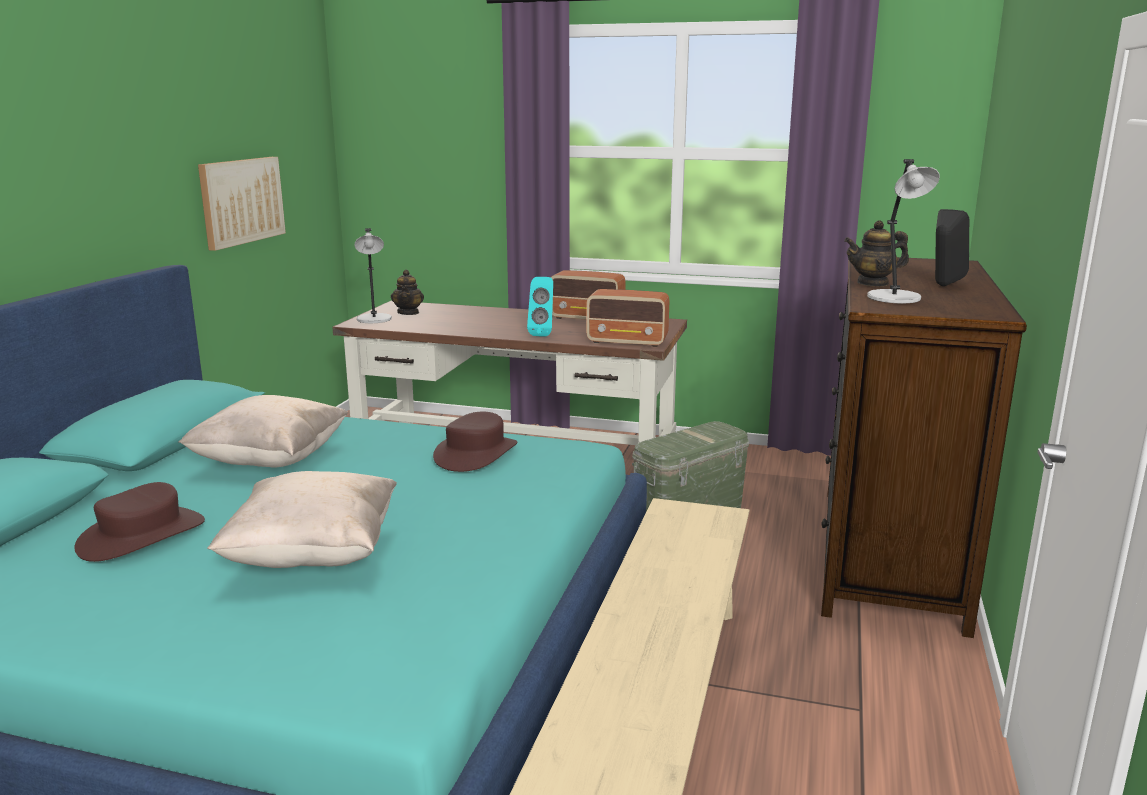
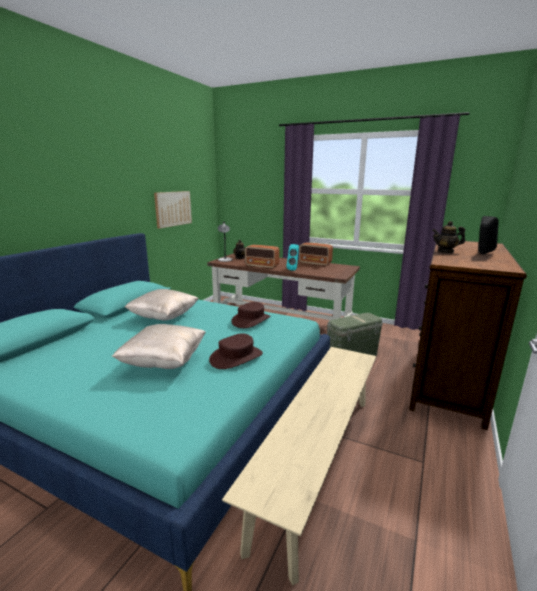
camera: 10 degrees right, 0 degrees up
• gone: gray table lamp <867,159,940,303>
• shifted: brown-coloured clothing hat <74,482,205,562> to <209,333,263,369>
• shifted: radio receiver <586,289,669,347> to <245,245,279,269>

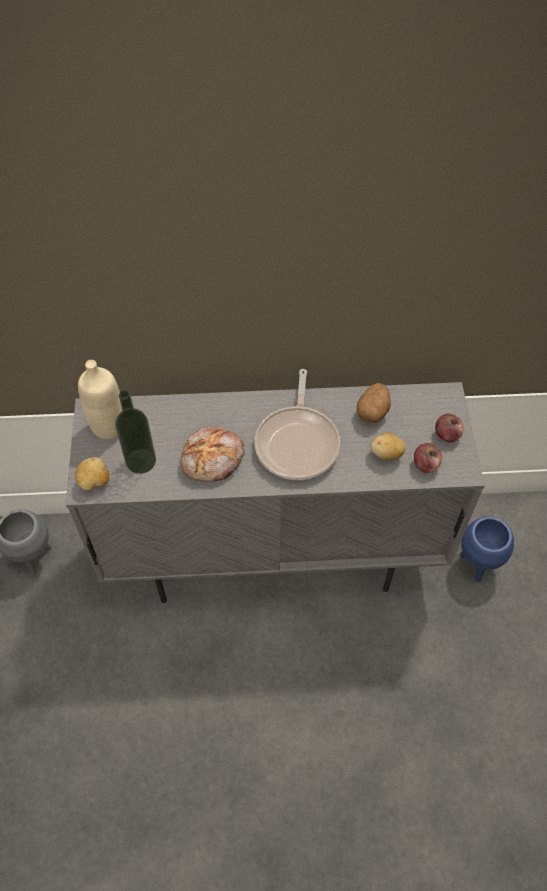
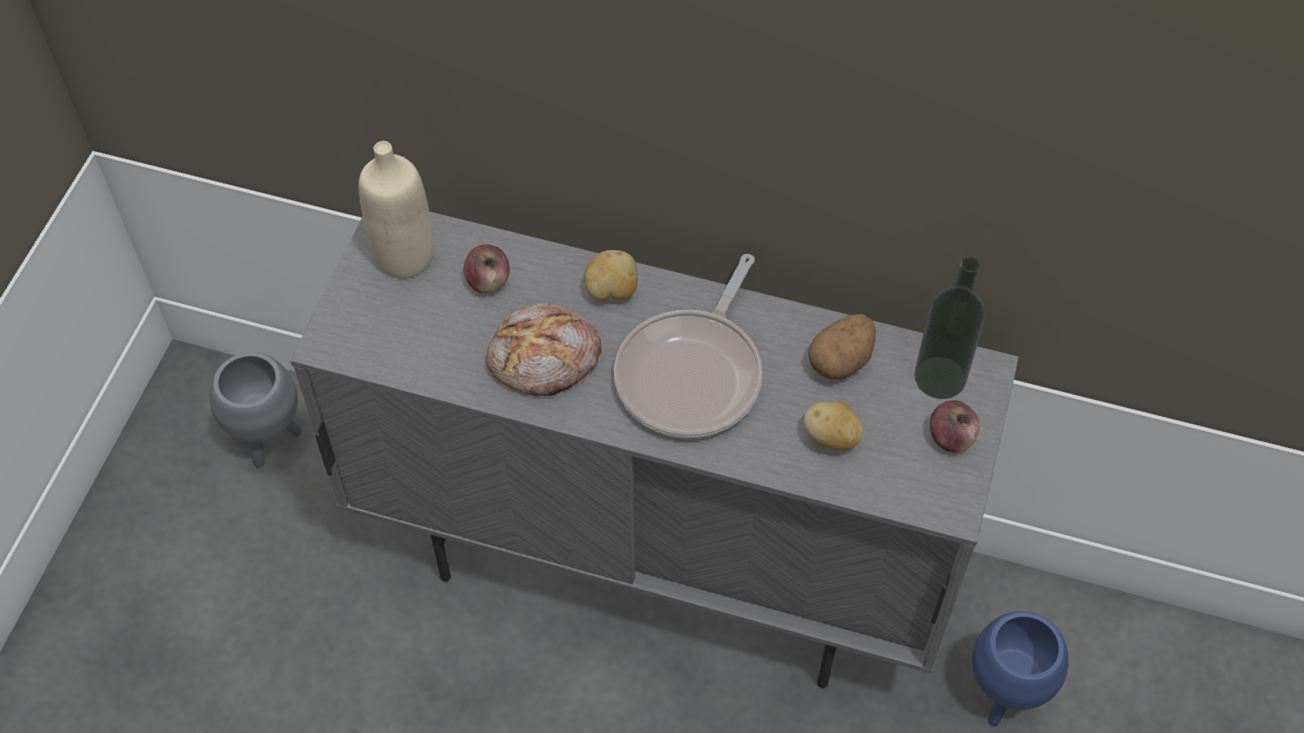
camera: 20 degrees right, 0 degrees up
• shifted: spud <75,457,109,490> to <584,250,638,301>
• shifted: bottle <115,390,156,474> to <914,257,985,399>
• shifted: apple <414,443,442,473> to <464,244,510,294>

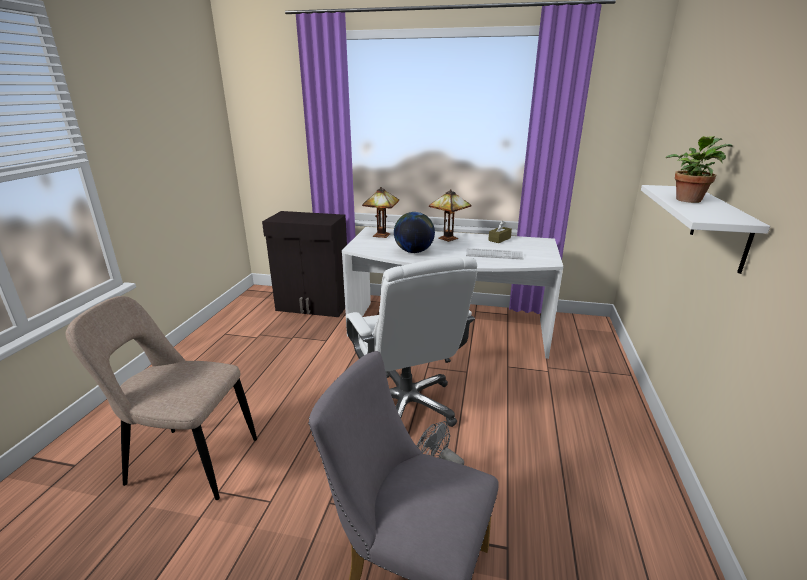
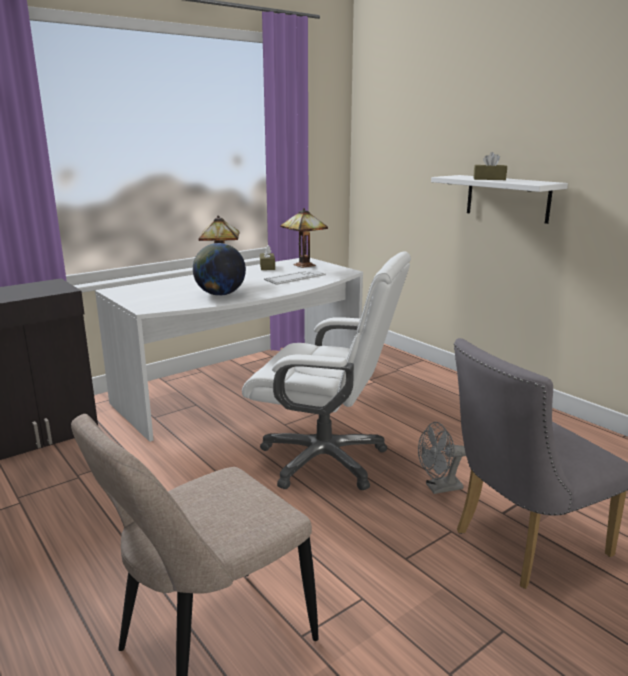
camera: 50 degrees left, 5 degrees down
• shifted: table lamp <362,187,399,238> to <280,208,328,268>
• swapped: houseplant <665,136,732,203> to brown-coloured box of tissues <473,152,507,180>

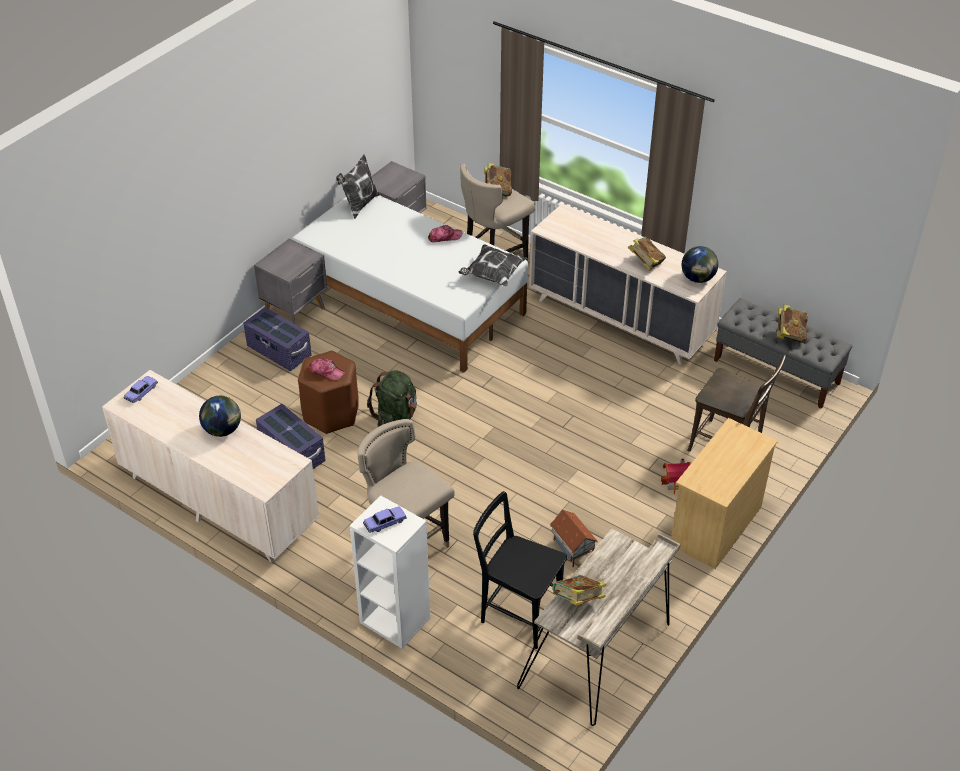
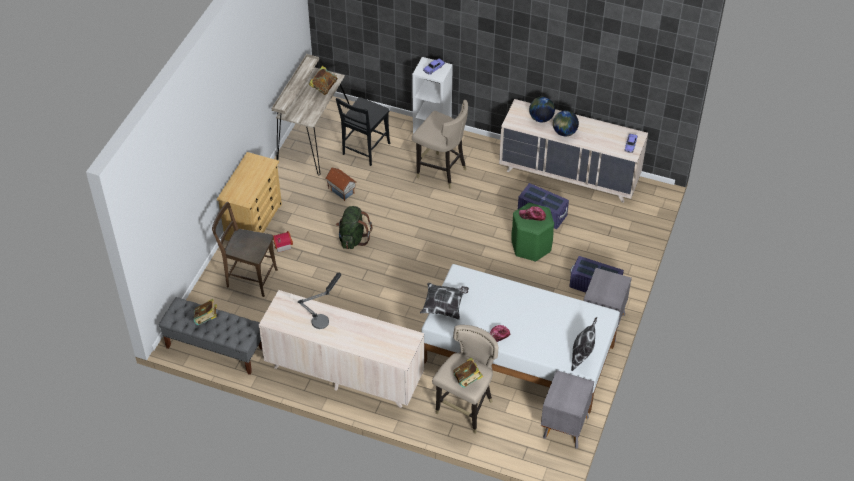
camera: 165 degrees right, 5 degrees up
• shifted: green rucksack <367,370,417,427> to <336,206,373,249>
• shifted: world globe <682,246,718,283> to <529,97,555,122>
• swapped: volume <628,237,666,270> to table lamp <298,273,341,329>
• repainted: brown-coloured sitting stool <298,351,359,434> to green sitting stool <511,203,554,262>
• rotated: blackish chair <473,491,567,649> = <336,97,390,166> 105 degrees clockwise

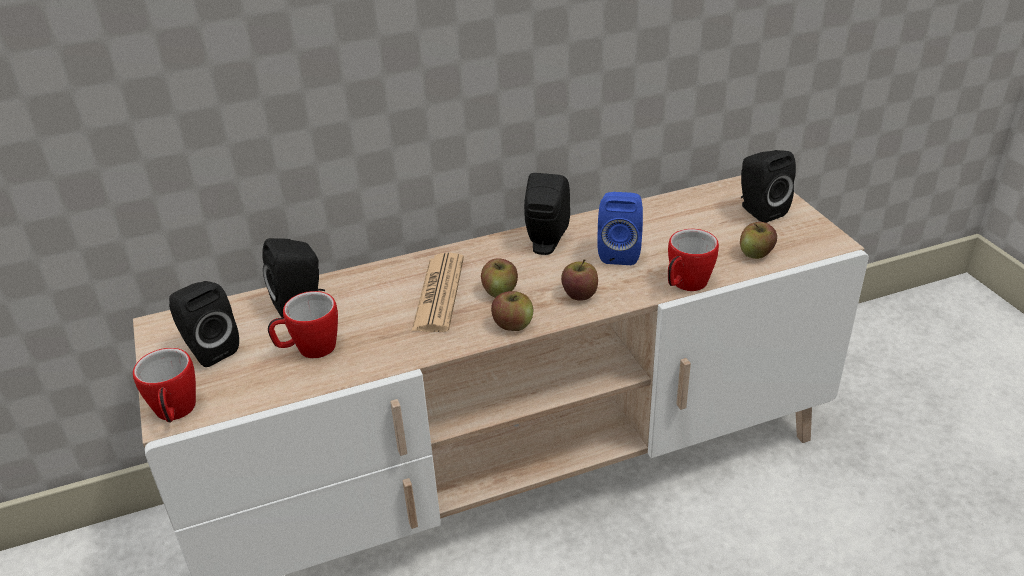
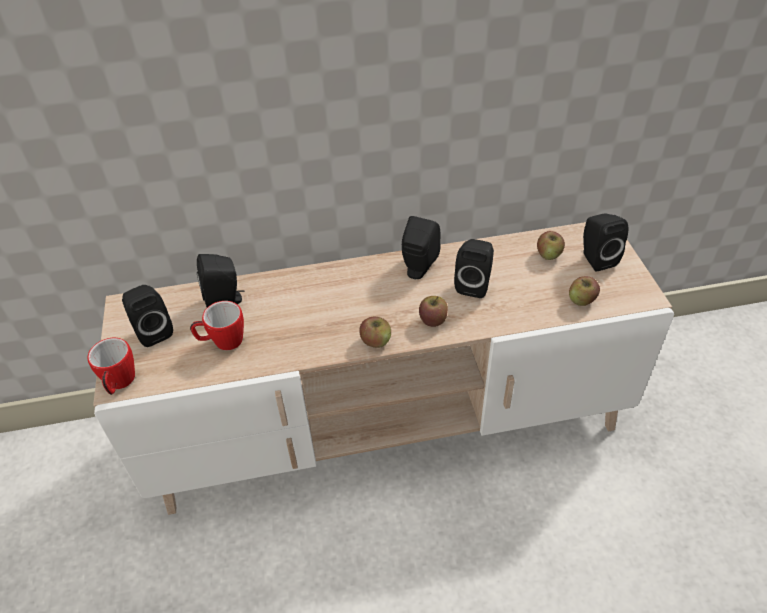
camera: 10 degrees right, 10 degrees up
• gone: printed paper <412,253,464,332>
• gone: coffee mug <668,229,719,291>
• shifted: apple <481,258,518,298> to <537,231,565,260>
• repainted: blue-coloured loudspeaker <597,192,643,265> to blackish loudspeaker <454,239,494,298>

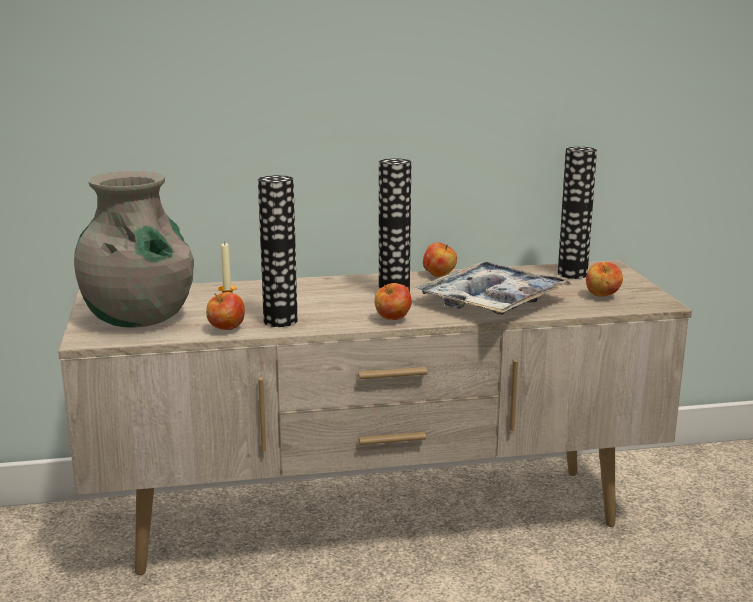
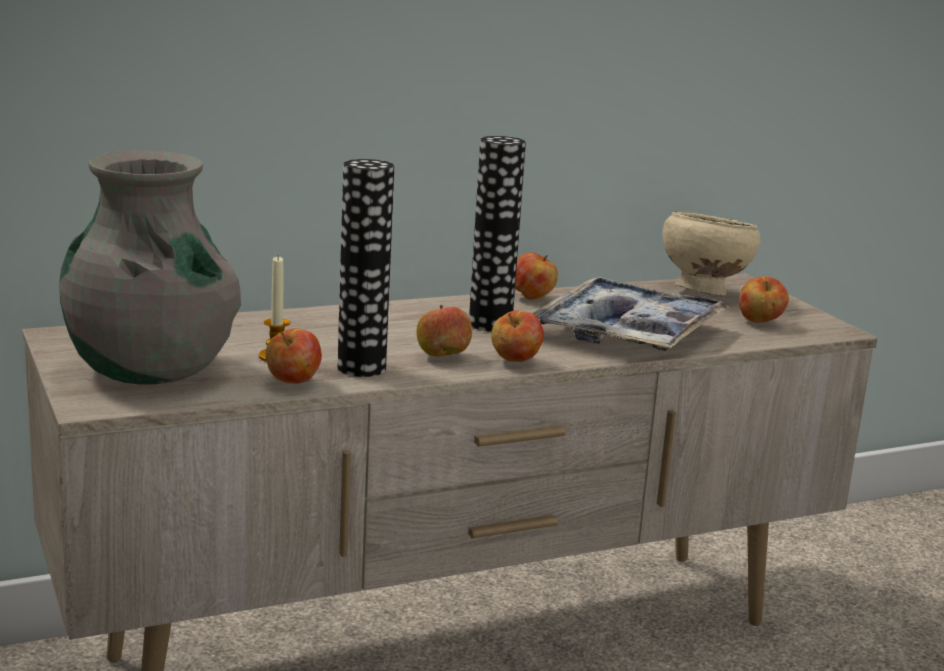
camera: 15 degrees left, 0 degrees up
• new: apple <417,305,472,357>
• swapped: decorative vase <558,147,597,279> to sand-coloured serving bowl <662,211,761,296>

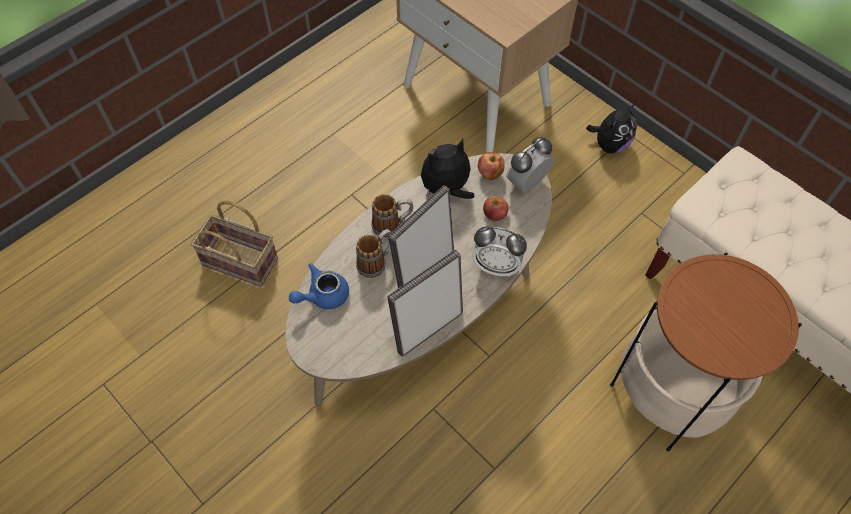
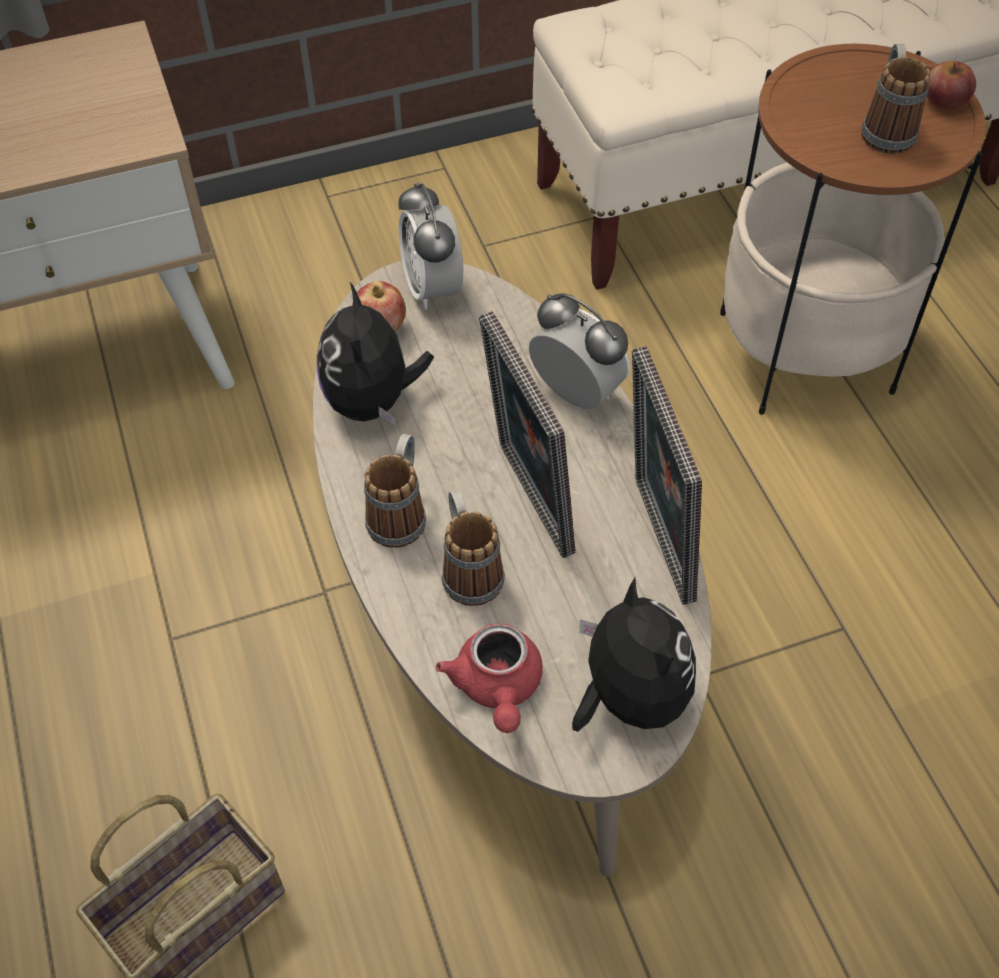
camera: 65 degrees left, 5 degrees down
• new: coffee mug <861,44,930,154>
• shifted: apple <483,196,509,221> to <927,61,976,110>
• shifted: soft toy <586,104,637,154> to <572,577,696,732>
• repainted: blue-coloured tea pot <289,263,349,309> to red-coloured tea pot <435,624,543,733>
• rotated: alarm clock <472,227,527,277> = <529,293,630,409> 90 degrees counterclockwise

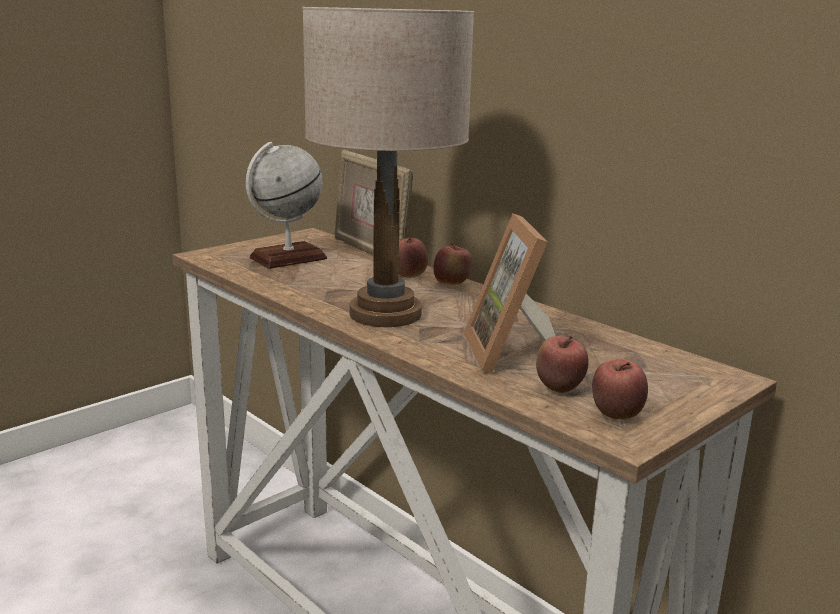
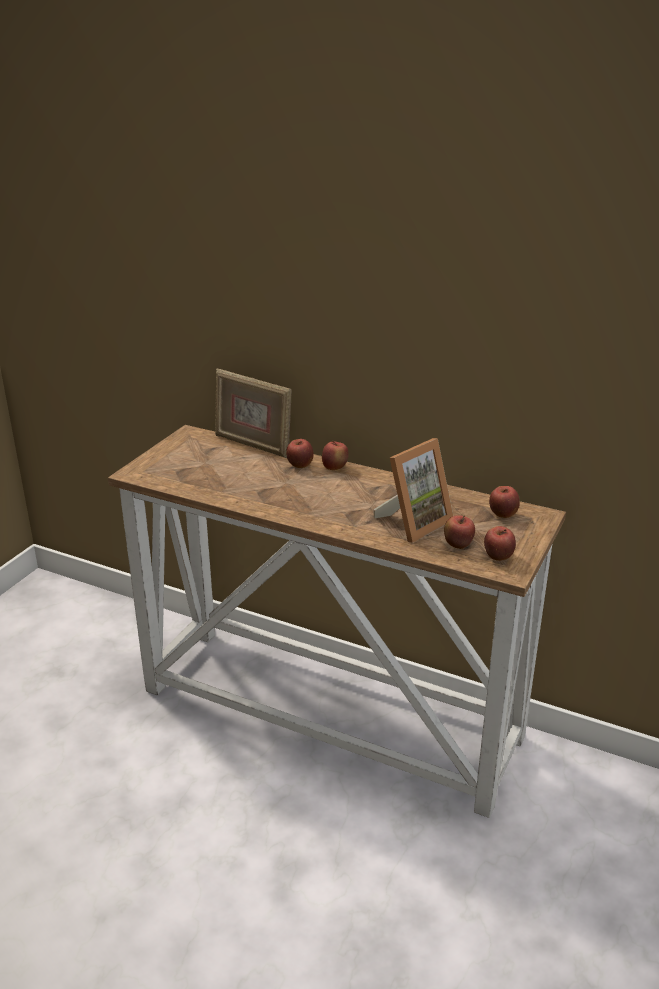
camera: 20 degrees left, 10 degrees up
• gone: world globe <246,142,327,269>
• gone: sand-coloured table lamp <302,7,474,327>
• new: apple <489,486,520,518>
• rotated: picture frame <464,213,555,374> = <373,438,453,543> 105 degrees counterclockwise

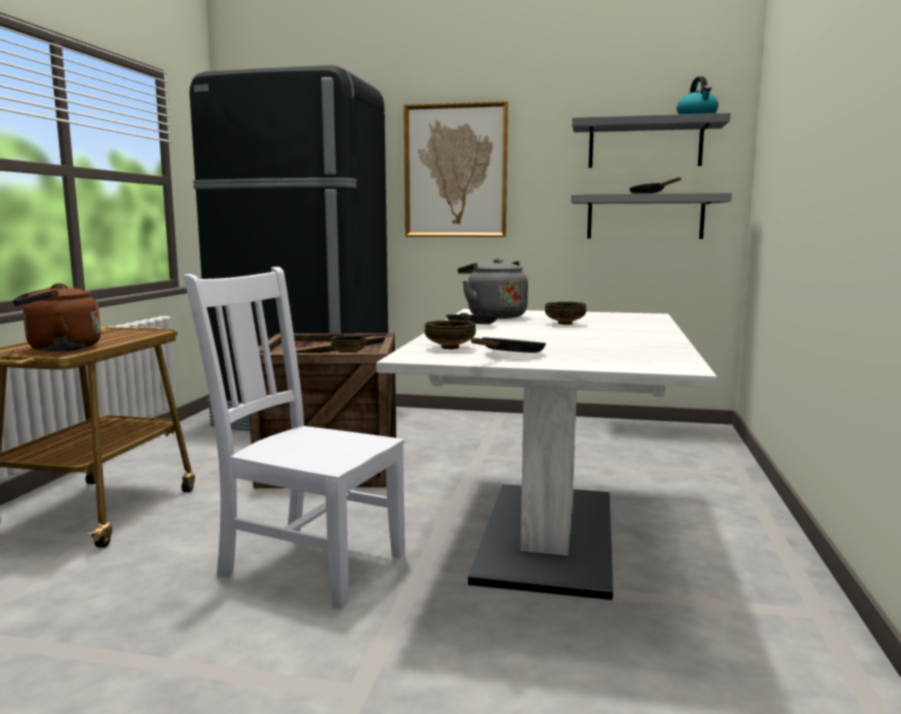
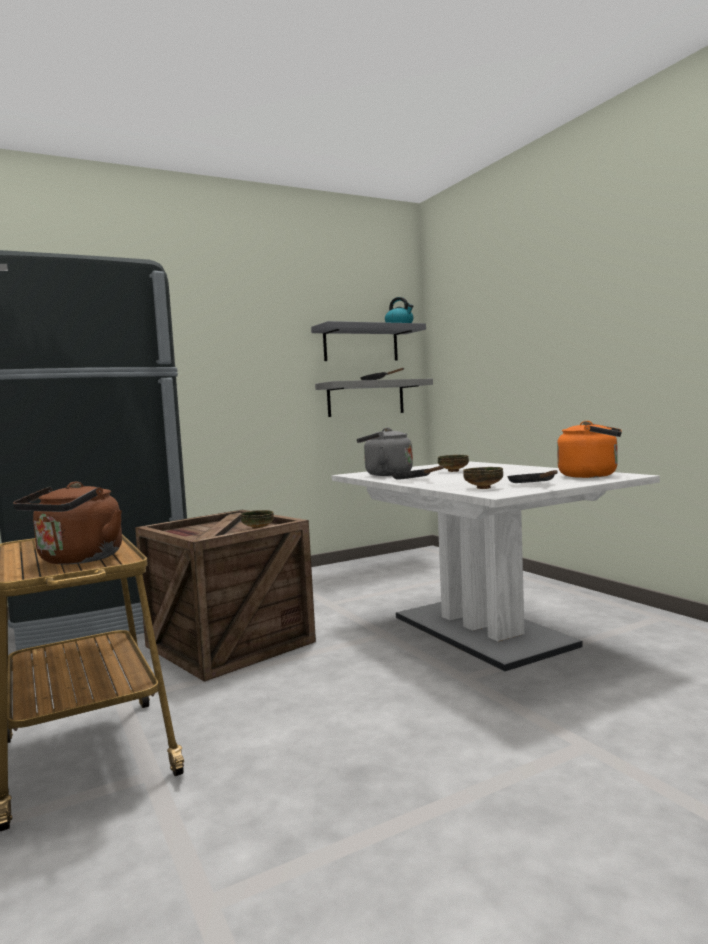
camera: 40 degrees left, 5 degrees down
• gone: white chair <183,267,405,610>
• gone: wall picture <404,101,508,237>
• new: orange water kettle <557,421,622,478>

